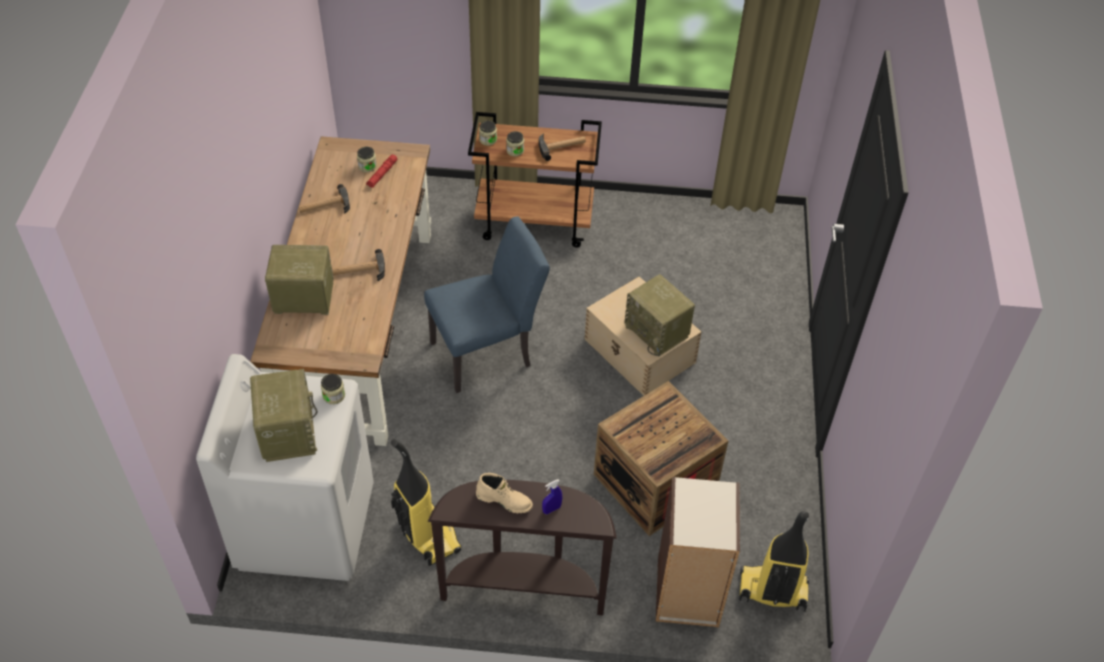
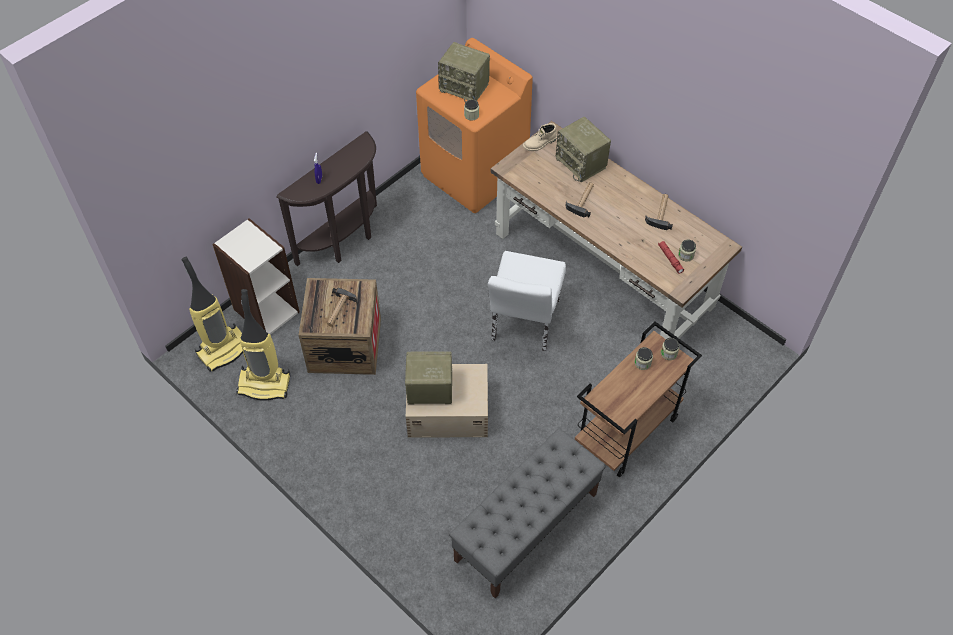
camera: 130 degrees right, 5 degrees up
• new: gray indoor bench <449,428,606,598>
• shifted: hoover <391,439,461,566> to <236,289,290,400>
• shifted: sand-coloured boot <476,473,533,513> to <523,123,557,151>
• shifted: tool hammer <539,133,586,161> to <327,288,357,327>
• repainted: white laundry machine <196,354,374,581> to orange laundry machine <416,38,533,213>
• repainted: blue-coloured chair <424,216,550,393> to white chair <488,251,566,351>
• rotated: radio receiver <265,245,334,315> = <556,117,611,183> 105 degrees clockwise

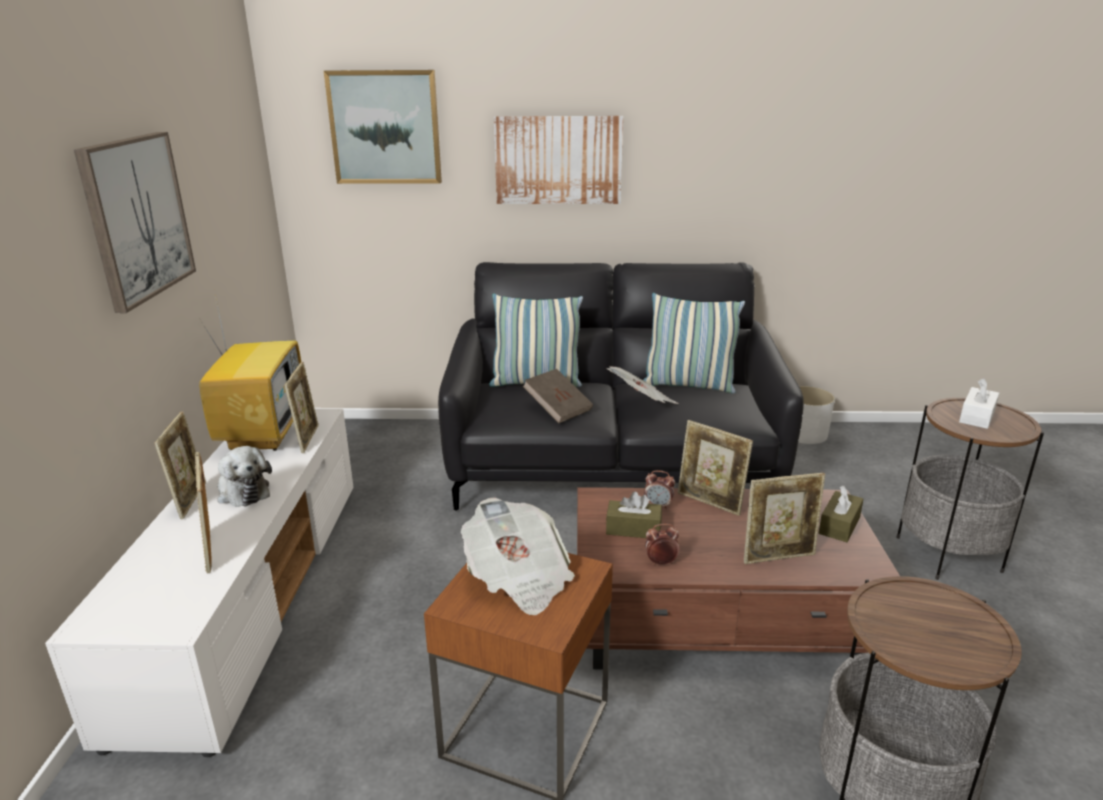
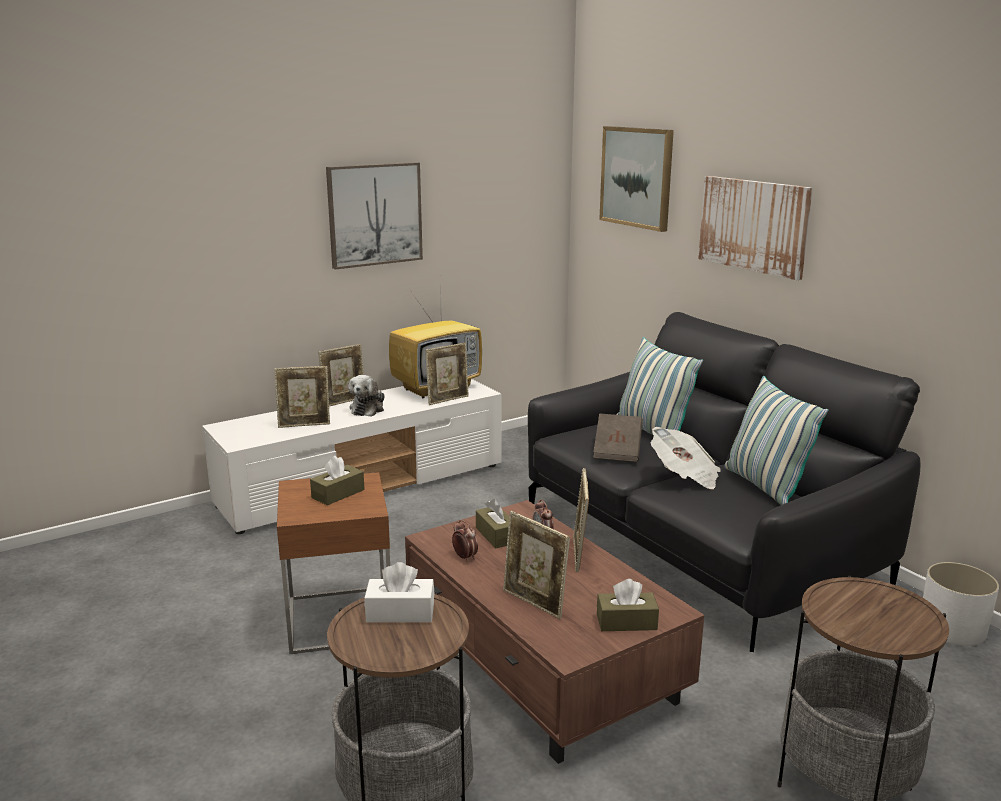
camera: 55 degrees right, 5 degrees down
• shifted: white box of tissues <959,378,999,429> to <364,562,435,622>
• swapped: printed paper <461,497,575,615> to brown-coloured box of tissues <310,456,365,505>
• rotated: picture frame <195,452,211,574> = <274,366,330,428> 135 degrees counterclockwise

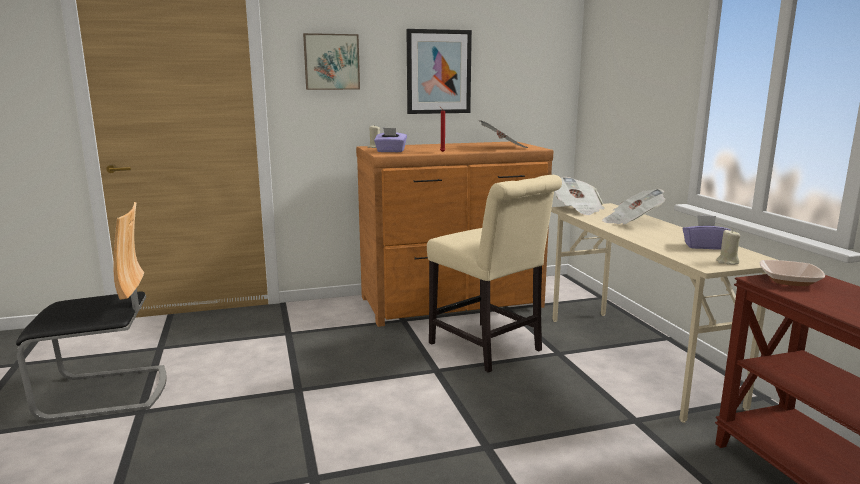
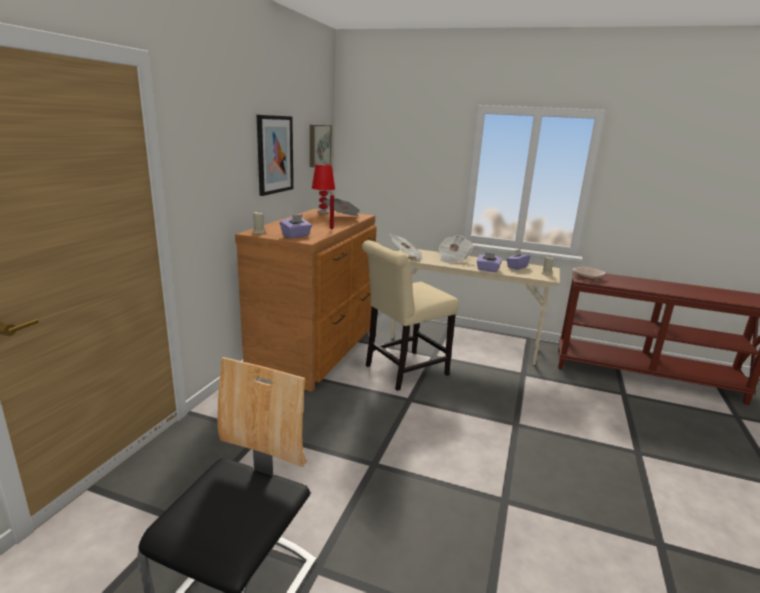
camera: 55 degrees left, 5 degrees up
• new: red-coloured table lamp <312,164,335,213>
• new: purplish box of tissues <477,252,502,272>
• shifted: wall picture <303,33,360,90> to <310,125,332,167>
• rotated: sand-coloured chair <427,175,562,373> = <362,240,459,391> 150 degrees clockwise

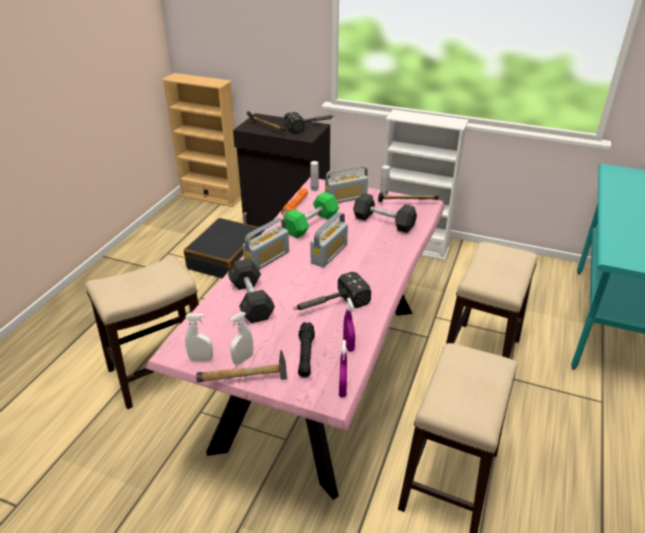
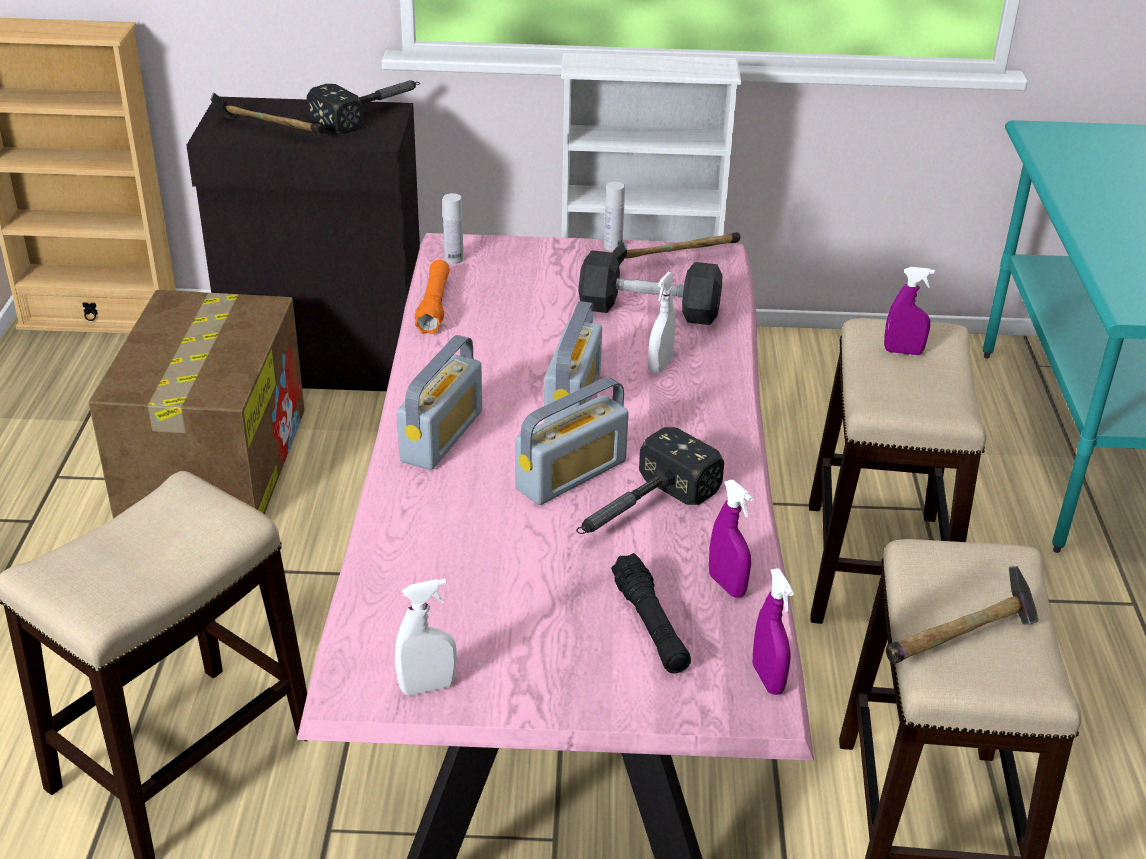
camera: 20 degrees left, 0 degrees up
• gone: gray hand weight <228,258,275,323>
• gone: green hand weight <283,192,339,238>
• new: purplish sprayer <884,267,935,355>
• shifted: tool hammer <196,350,287,382> to <886,566,1039,664>
• shifted: white sprayer <230,312,253,365> to <648,272,676,373>
• shifted: radio receiver <325,165,368,203> to <515,377,629,505>
• swapped: blackish suitcase <184,218,262,278> to cardboard box <89,290,305,518>

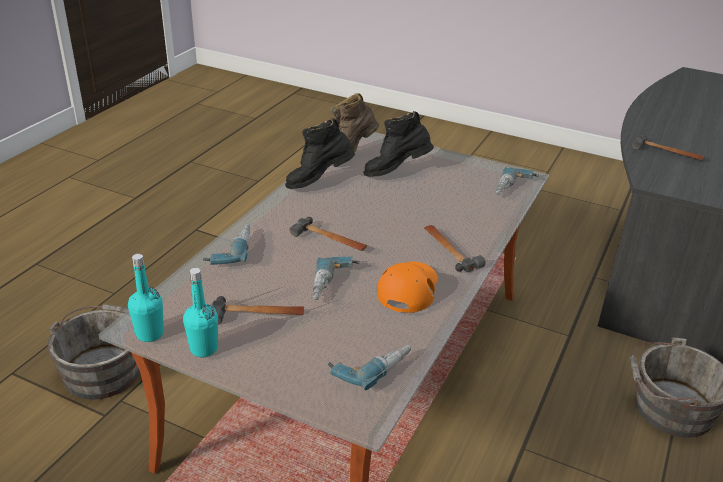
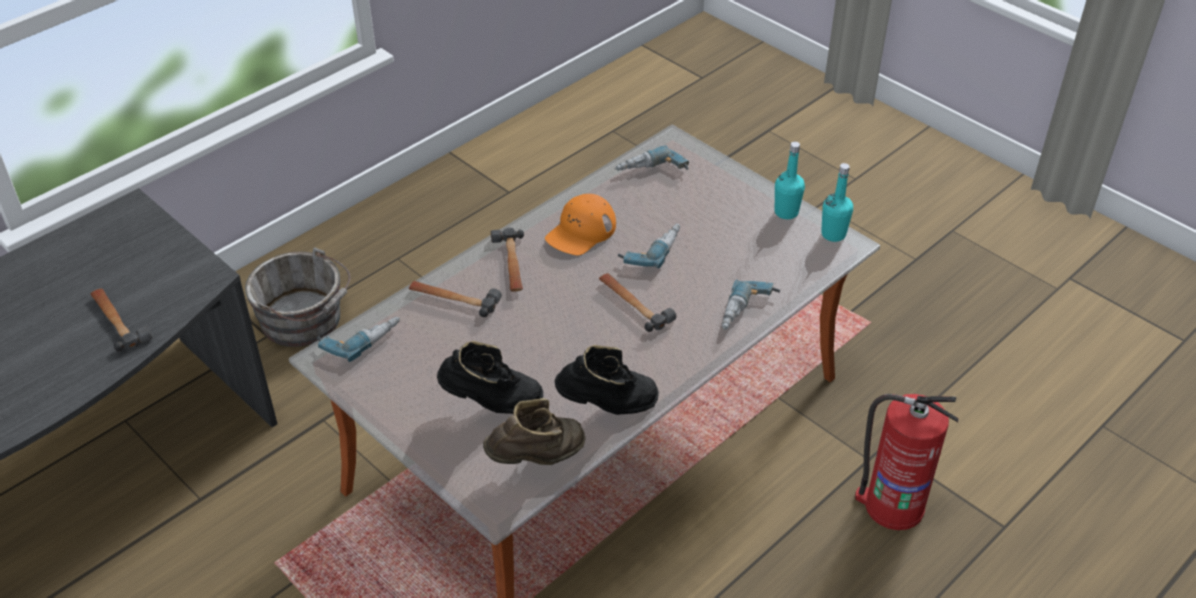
camera: 160 degrees left, 10 degrees up
• shifted: tool hammer <212,296,304,324> to <409,281,502,317>
• swapped: gray water bucket <48,304,140,399> to fire-fighting cylinder <855,394,959,530>

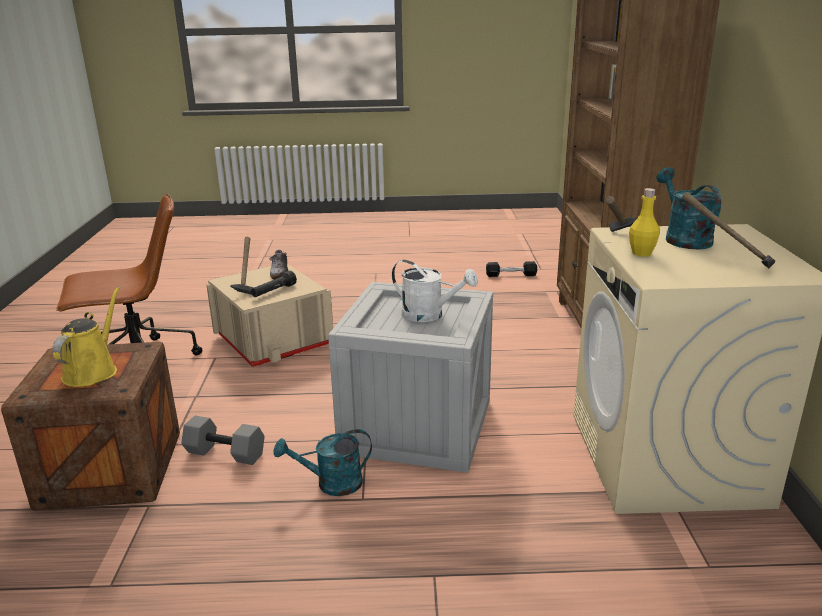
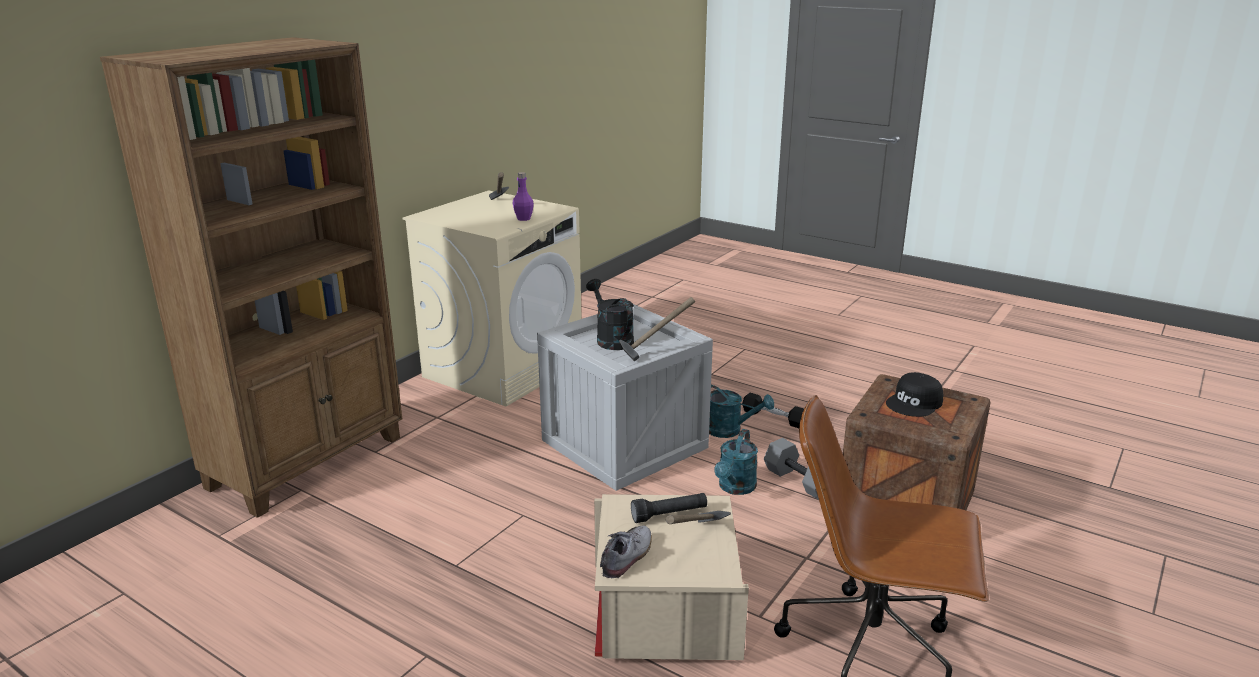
camera: 145 degrees left, 0 degrees up
• shifted: blackish hand weight <486,261,537,277> to <742,393,804,428>
• shifted: tool hammer <605,196,638,232> to <619,297,695,361>
• shifted: turquoise-coloured sprinkling can <656,167,721,249> to <714,429,758,495>
• swapped: yellow-coloured sprinkling can <52,287,120,387> to blackish baseball cap <886,372,943,417>
• repainted: white sprinkling can <392,260,478,322> to blackish sprinkling can <586,279,634,350>
• repainted: yellow-coloured bottle <629,188,660,257> to purplish bottle <512,172,534,221>

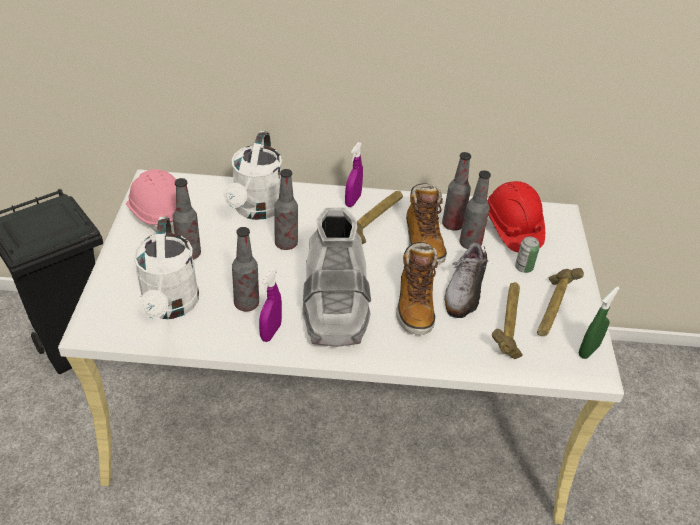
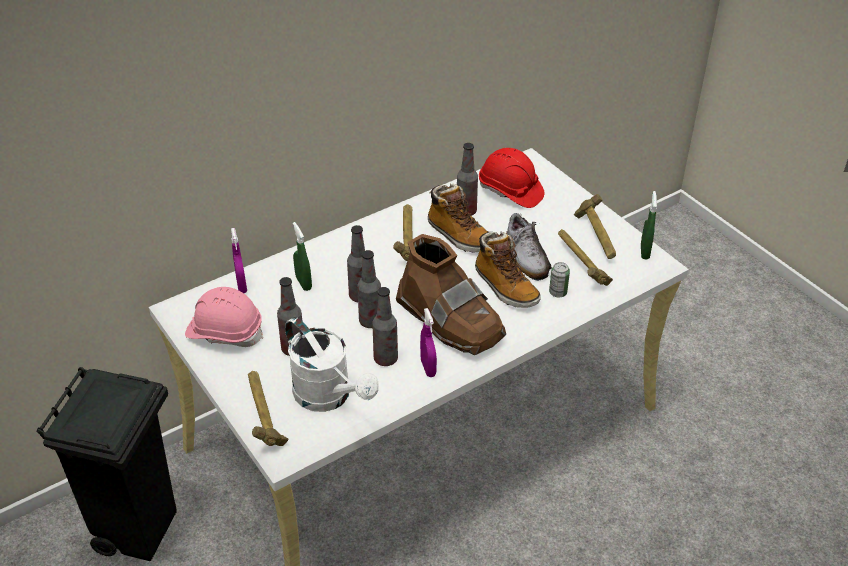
camera: 35 degrees left, 0 degrees up
• new: tool hammer <248,371,288,446>
• shifted: purplish sprayer <345,142,363,207> to <231,228,247,293>
• shifted: bottle <460,170,491,249> to <357,250,381,328>
• shifted: can <515,236,540,273> to <549,262,570,298>
• swapped: white sprinkling can <223,131,282,220> to green sprayer <293,222,312,291>
• repainted: gray boot <302,207,371,347> to brown-coloured boot <396,234,506,355>

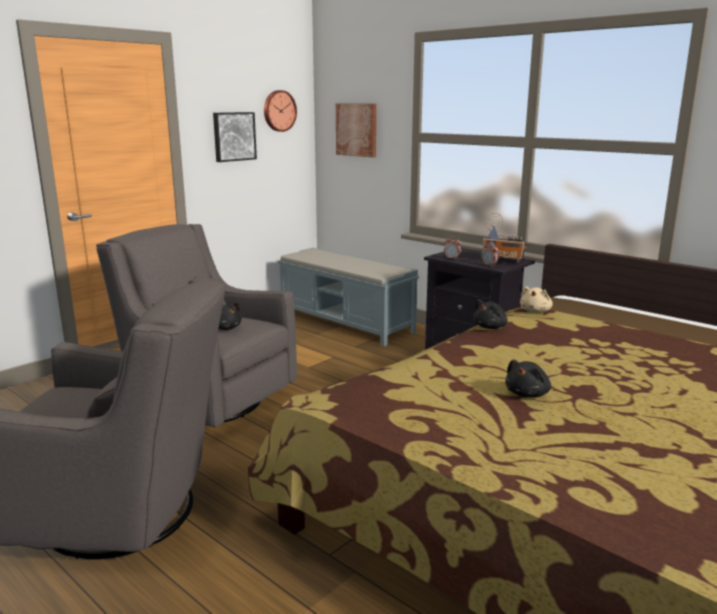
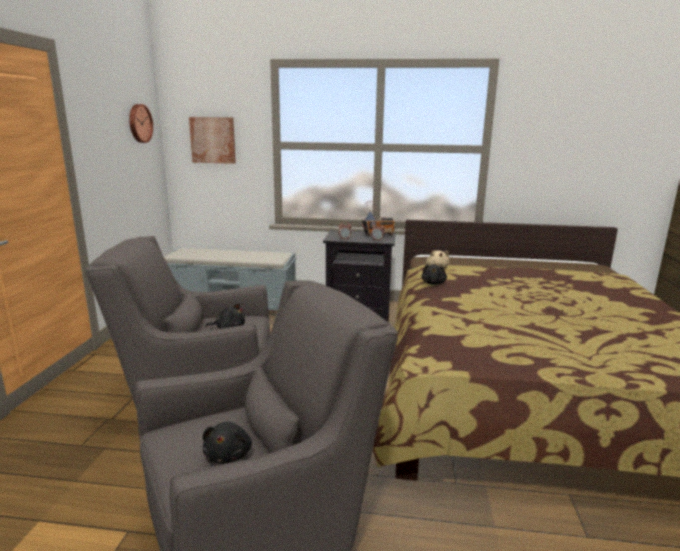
camera: 35 degrees left, 0 degrees up
• gone: wall picture <213,112,257,162>
• shifted: blackish soft toy <505,359,551,398> to <203,422,252,464>

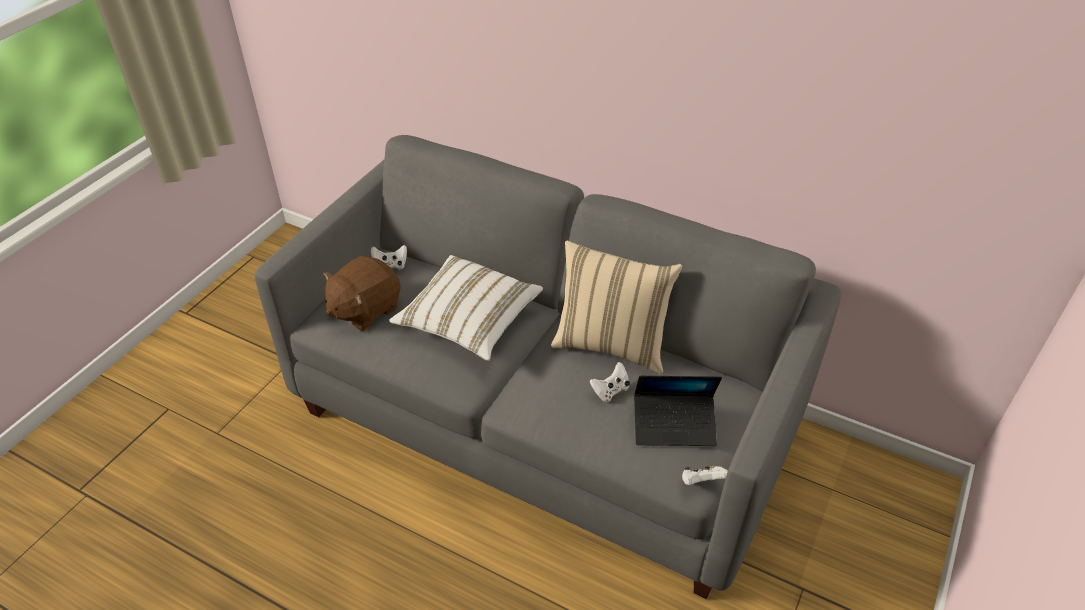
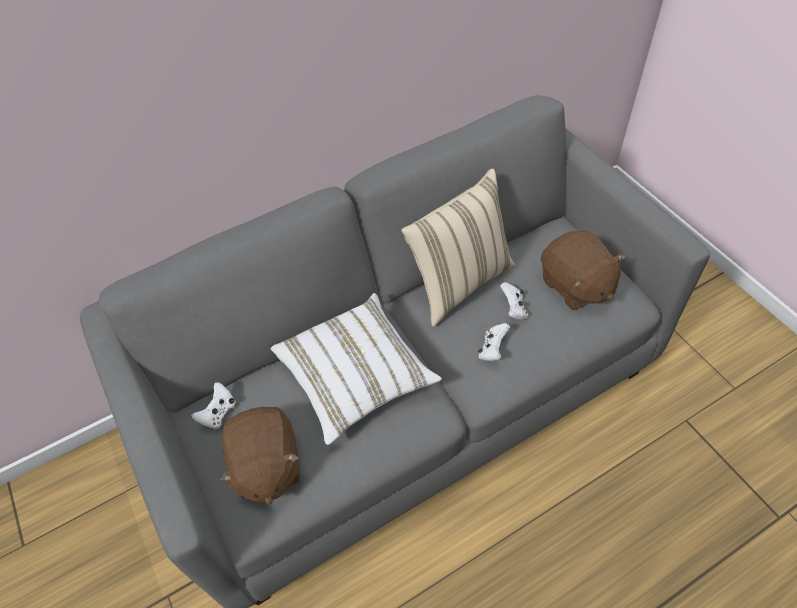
camera: 55 degrees left, 10 degrees up
• shifted: white game controller <682,465,728,485> to <478,323,510,361>
• swapped: portable computer <634,376,722,446> to brown-coloured soft toy <541,230,626,310>

